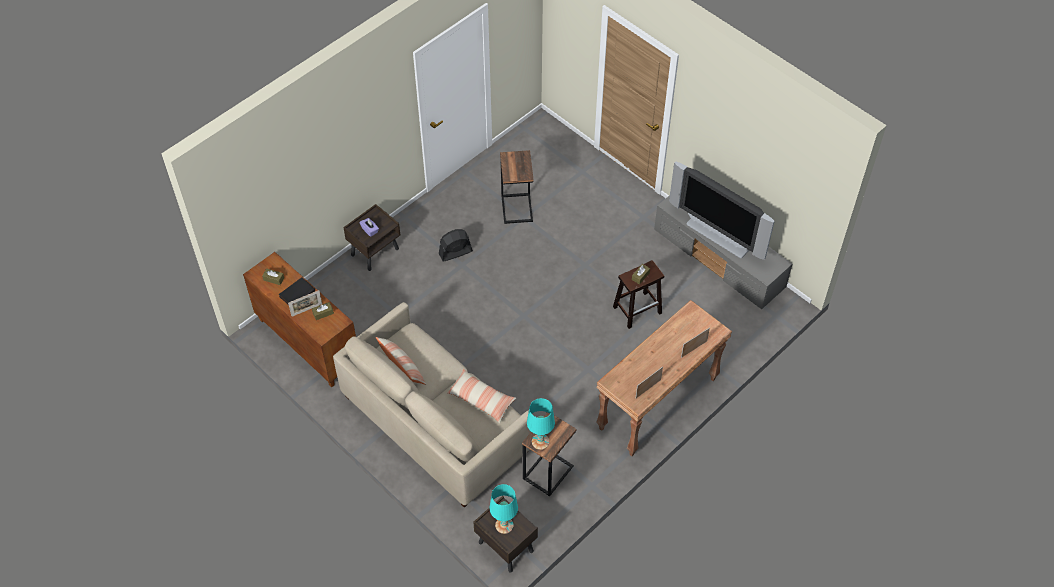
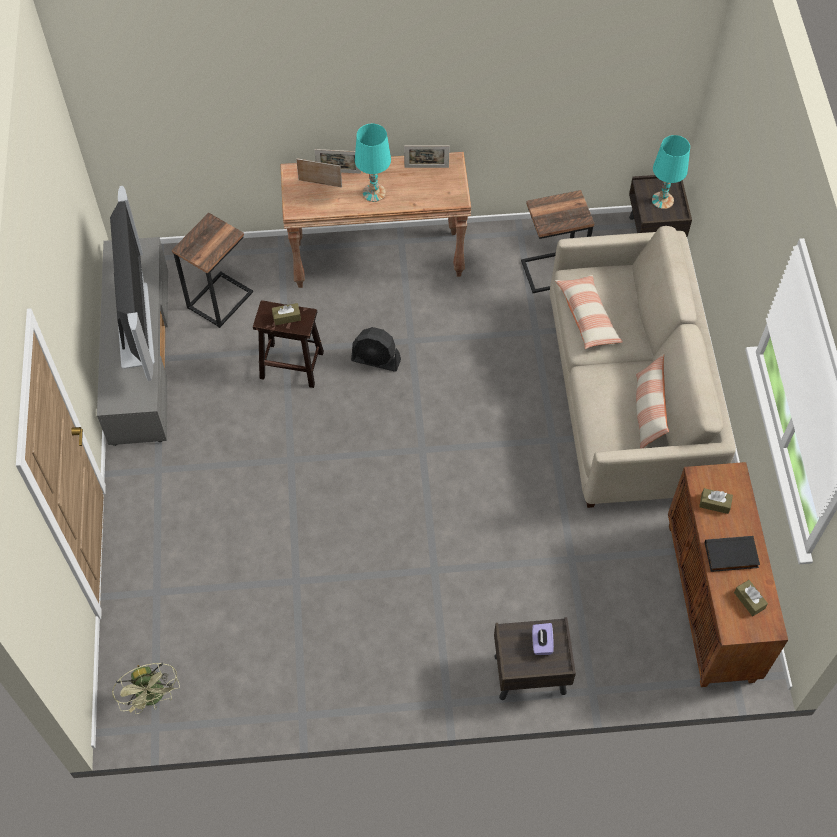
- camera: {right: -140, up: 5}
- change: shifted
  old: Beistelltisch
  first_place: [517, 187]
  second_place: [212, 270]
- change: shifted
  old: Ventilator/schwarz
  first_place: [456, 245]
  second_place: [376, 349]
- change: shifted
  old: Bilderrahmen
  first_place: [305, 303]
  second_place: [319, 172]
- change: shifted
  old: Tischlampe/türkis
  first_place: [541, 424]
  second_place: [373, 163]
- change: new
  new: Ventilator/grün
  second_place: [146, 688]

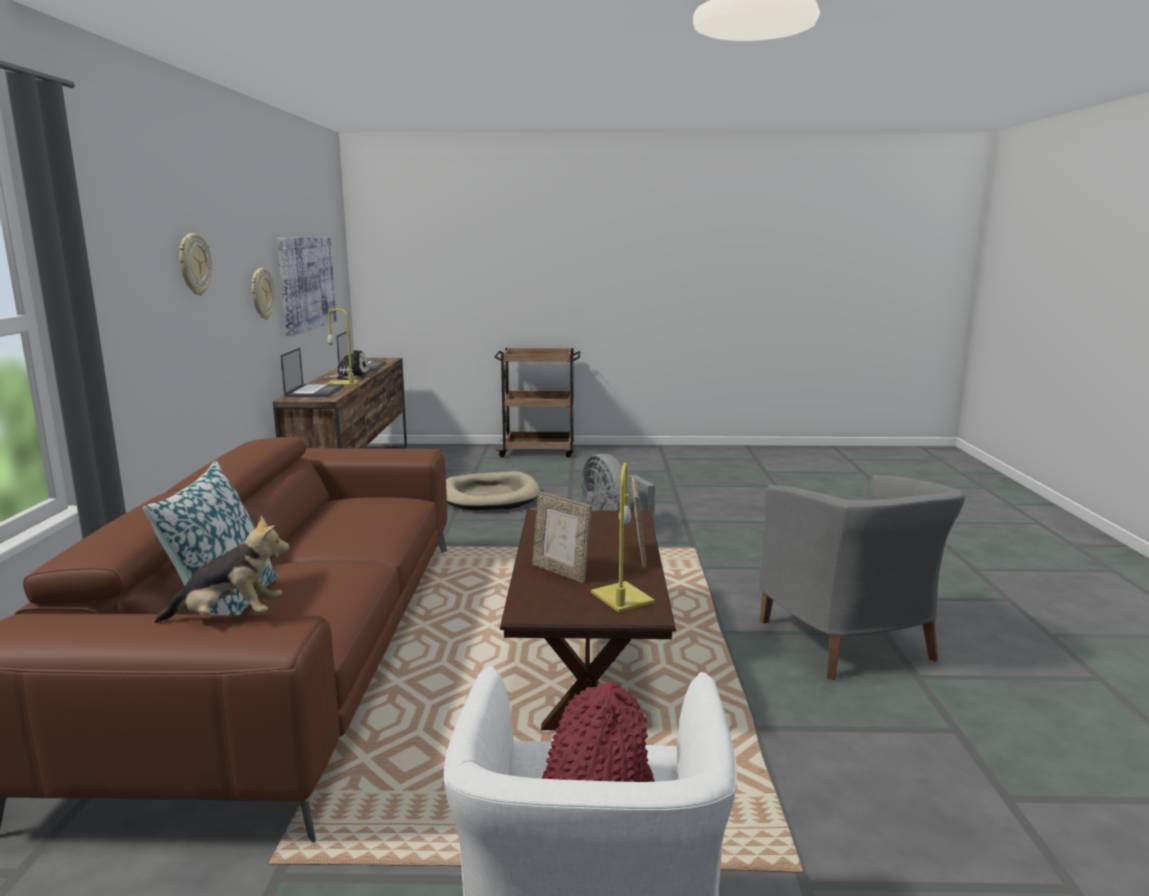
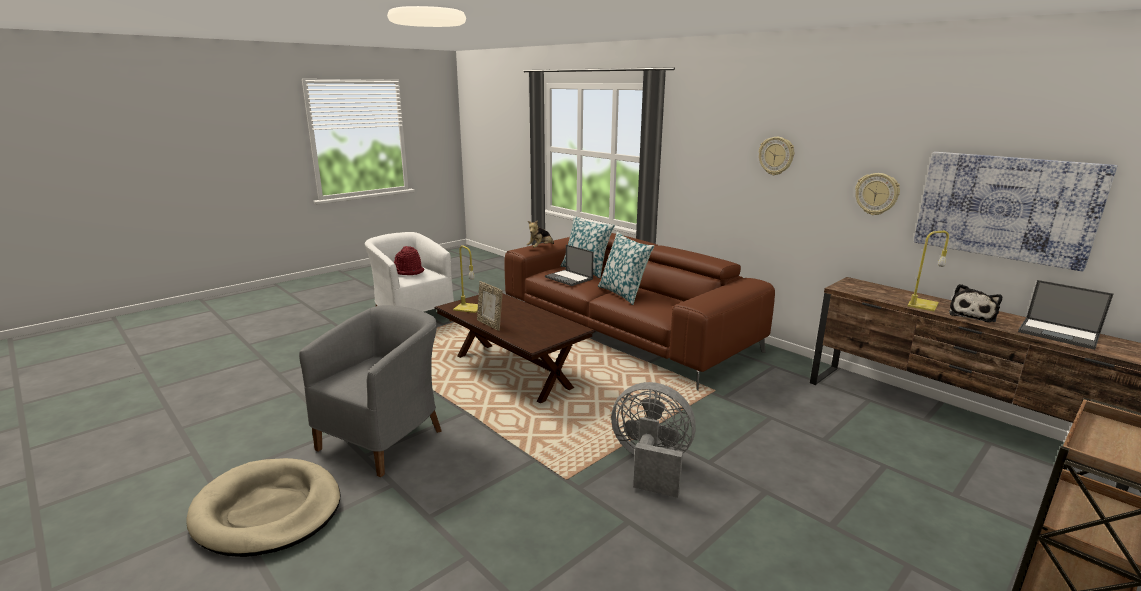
- camera: {right: 135, up: 5}
- change: shifted
  old: Laptop
  first_place: [312, 372]
  second_place: [569, 265]
- change: shifted
  old: Hundebett/beige
  first_place: [493, 491]
  second_place: [263, 507]
- change: rotated
  old: Sessel/grau
  first_place: [862, 577]
  second_place: [370, 391]
  degrees: 90
- change: gone
  old: Bilderrahmen
  first_place: [562, 537]
- change: new
  new: Kissen
  second_place: [626, 268]

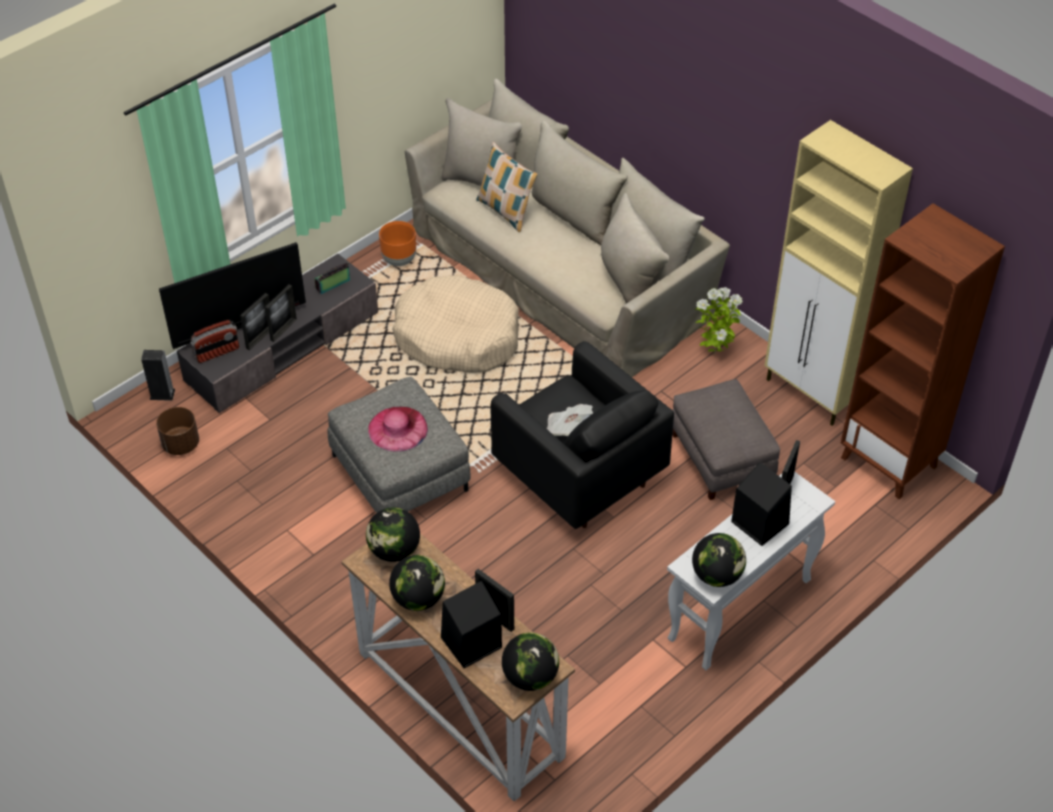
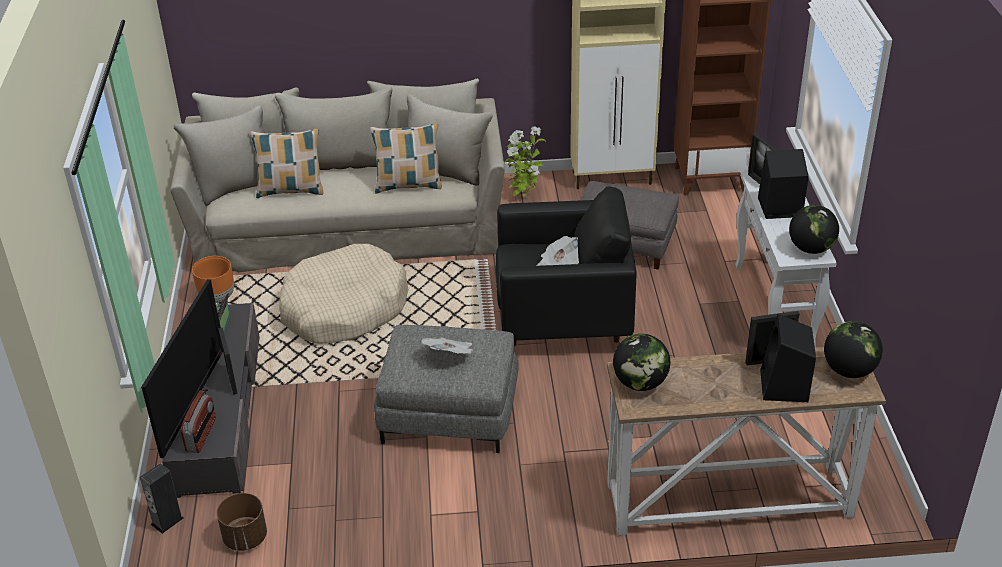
- camera: {right: -50, up: -10}
- change: gone
  old: Bilderrahmen
  first_place: [255, 321]
- change: swapped
  old: Hut/rosa
  new: Zeitung
  first_place: [398, 429]
  second_place: [447, 345]
- change: gone
  old: Globus
  first_place: [417, 583]
- change: new
  new: Kissen
  second_place: [406, 158]

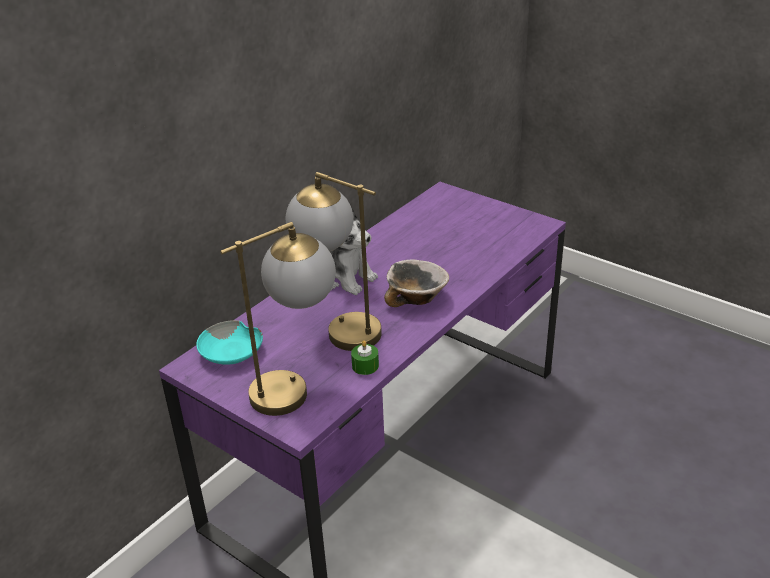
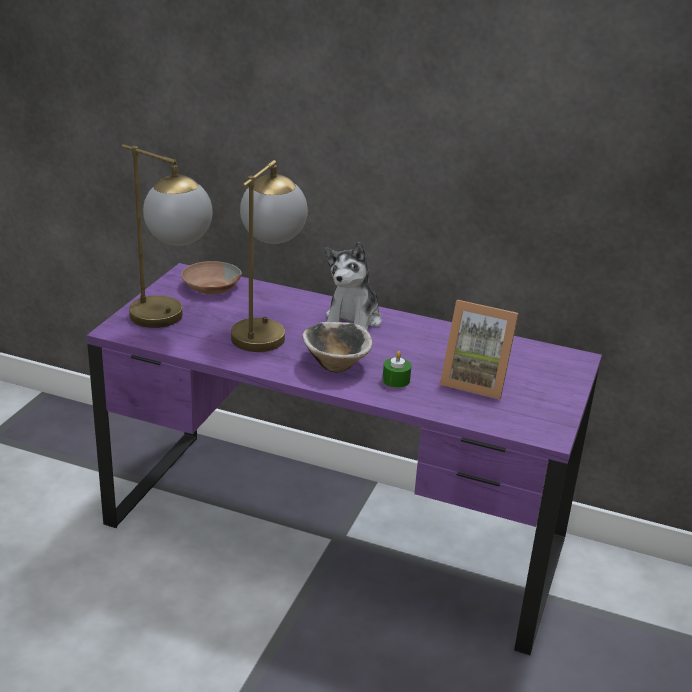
- camera: {right: 70, up: -5}
- change: repainted
  old: Schüssel/türkis
  new: Schüssel/braun
  first_place: [229, 342]
  second_place: [211, 277]
- change: shifted
  old: Kerze/grün
  first_place: [365, 357]
  second_place: [396, 369]
- change: new
  new: Bilderrahmen
  second_place: [479, 350]

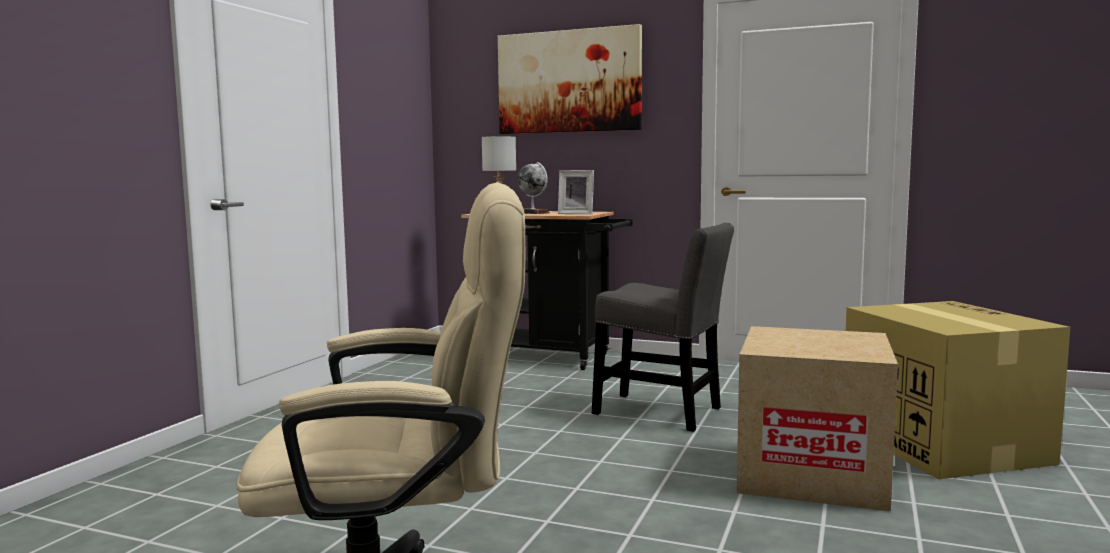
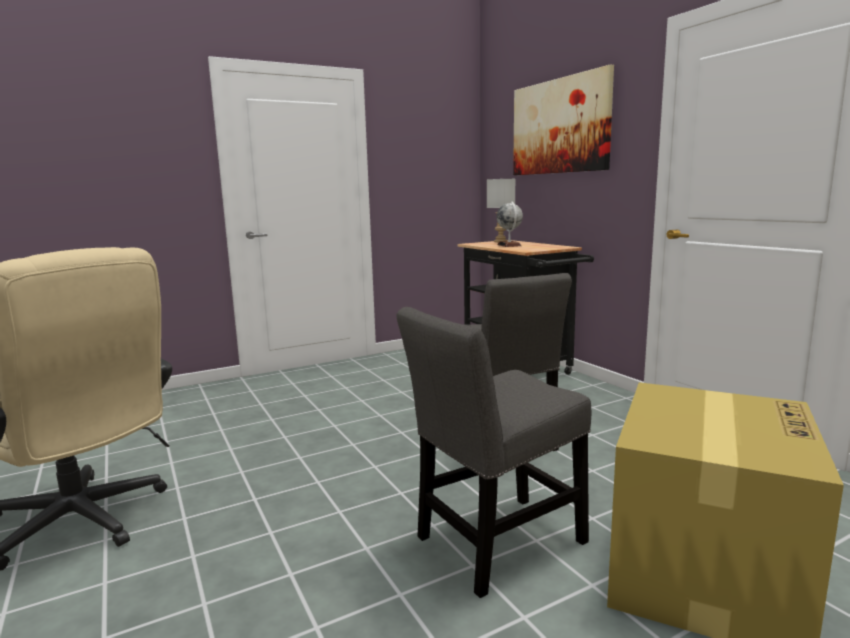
- camera: {right: 40, up: 5}
- change: gone
  old: Bilderrahmen
  first_place: [576, 192]
- change: swapped
  old: Karton
  new: Stuhl/grau
  first_place: [817, 418]
  second_place: [494, 452]

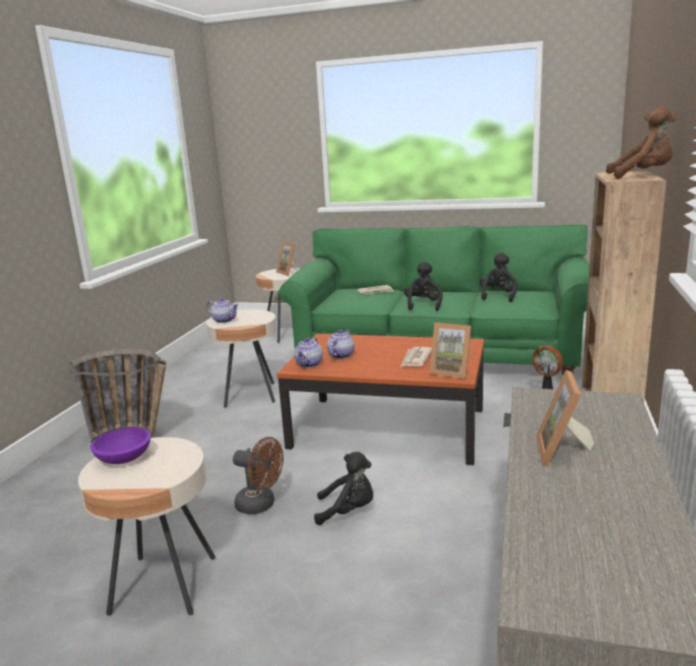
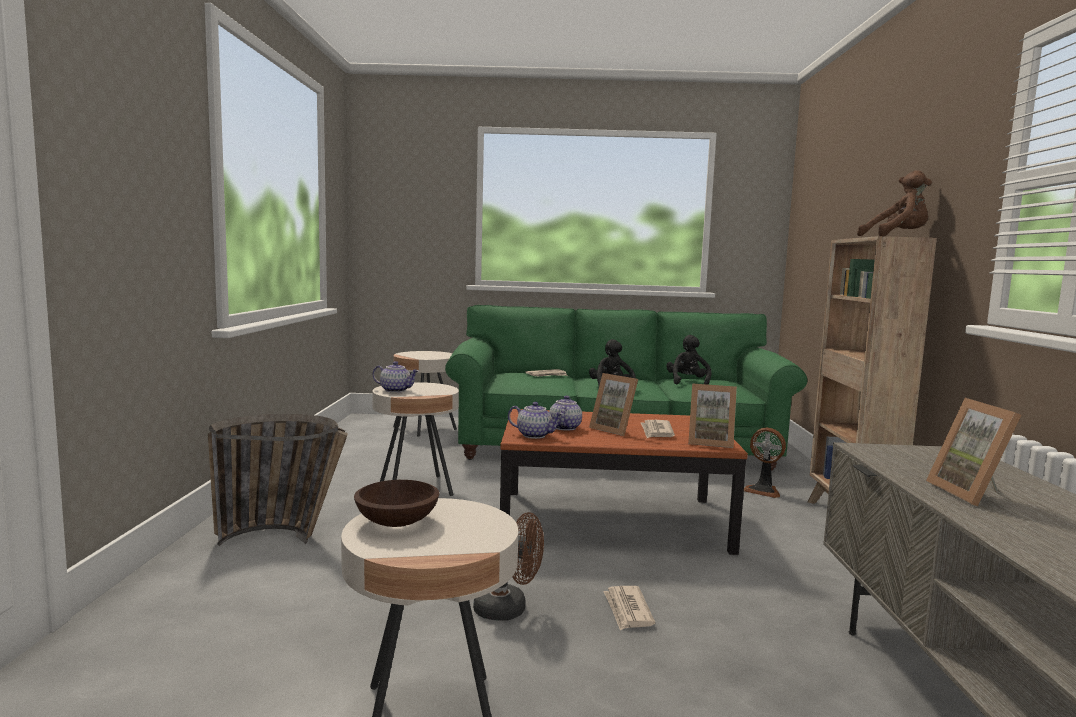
- camera: {right: -15, up: -10}
- change: shifted
  old: Bilderrahmen
  first_place: [286, 258]
  second_place: [613, 404]
- change: rotated
  old: Teekanne
  first_place: [308, 352]
  second_place: [535, 420]
  degrees: -75
- change: repainted
  old: Schüssel/lila
  new: Schüssel/braun
  first_place: [120, 445]
  second_place: [396, 503]
- change: swapped
  old: Plüschtier/schwarz
  new: Zeitung
  first_place: [343, 488]
  second_place: [629, 608]

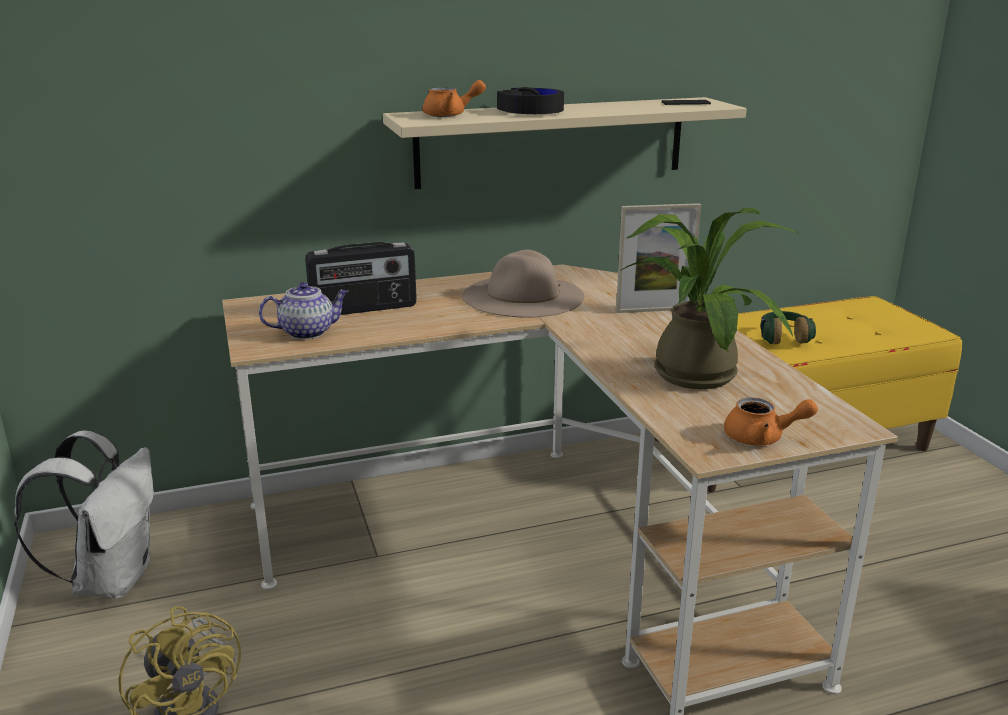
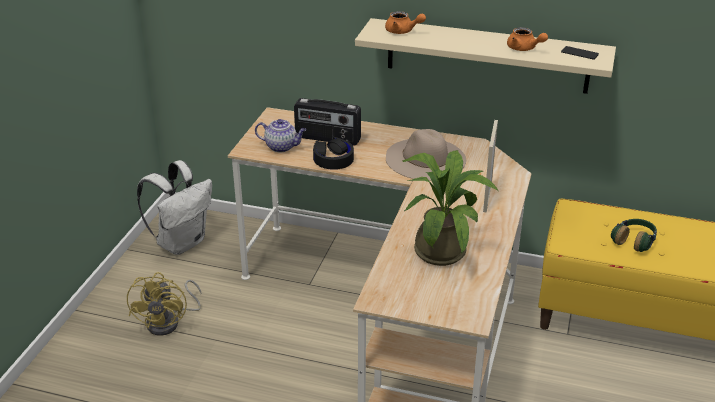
- camera: {right: 35, up: 10}
- change: shifted
  old: Kopfhörer/schwarz
  first_place: [530, 100]
  second_place: [333, 153]
- change: rotated
  old: Bilderrahmen
  first_place: [658, 258]
  second_place: [490, 166]
  degrees: 75
- change: shifted
  old: Teekanne/orange
  first_place: [771, 421]
  second_place: [527, 39]

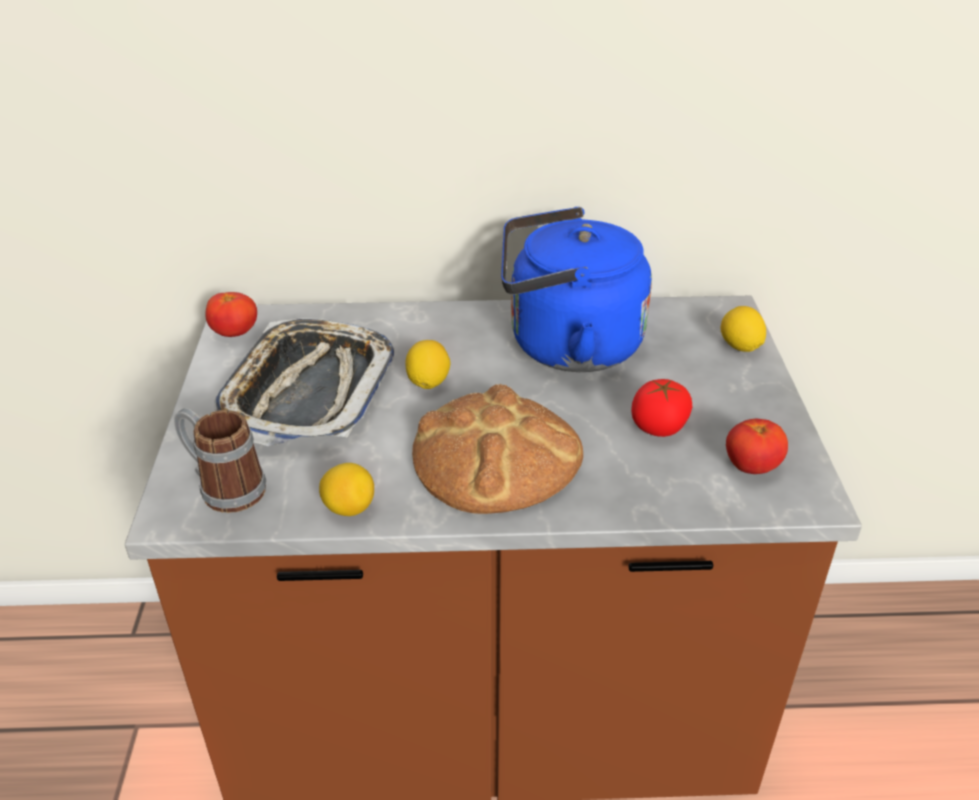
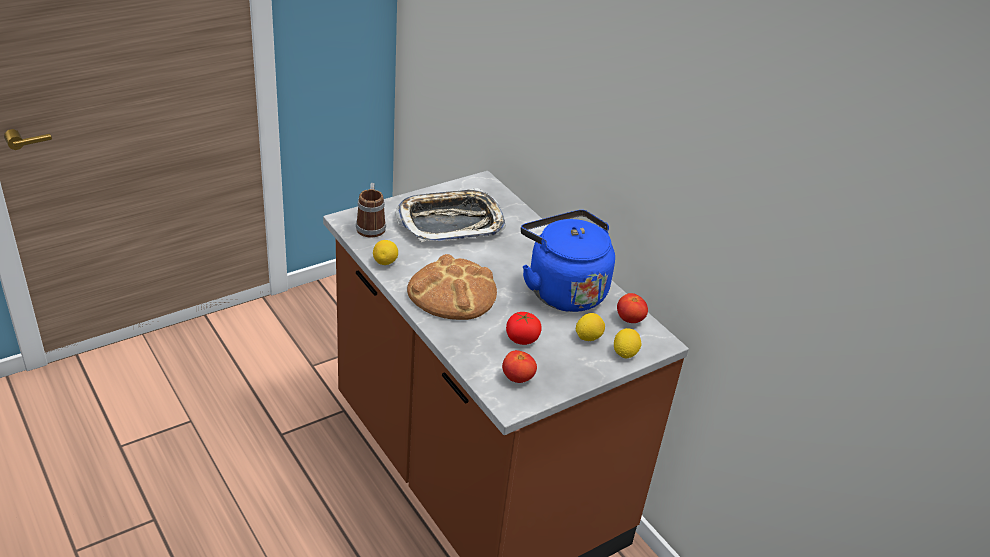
- camera: {right: 55, up: 0}
- change: shifted
  old: Tomate
  first_place: [231, 314]
  second_place: [632, 308]
- change: shifted
  old: Zitrone
  first_place: [427, 364]
  second_place: [590, 327]

